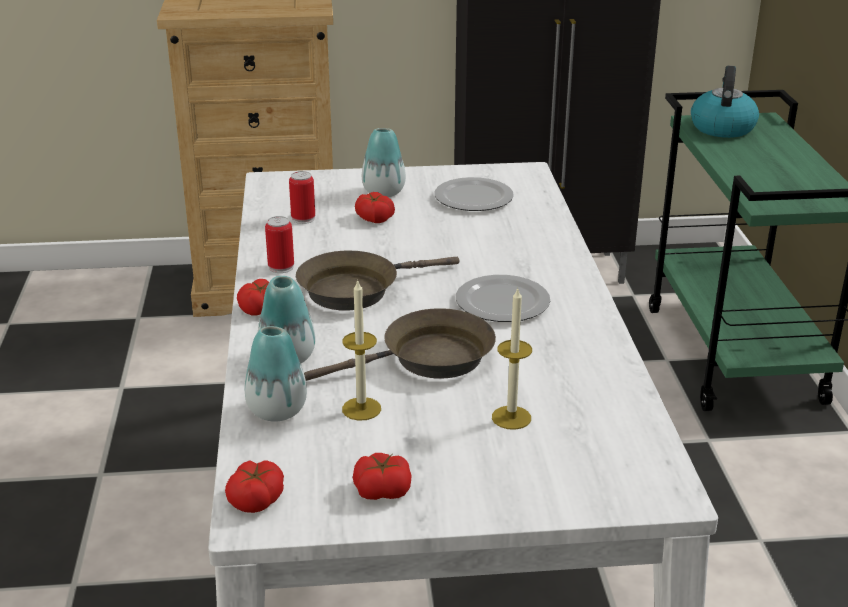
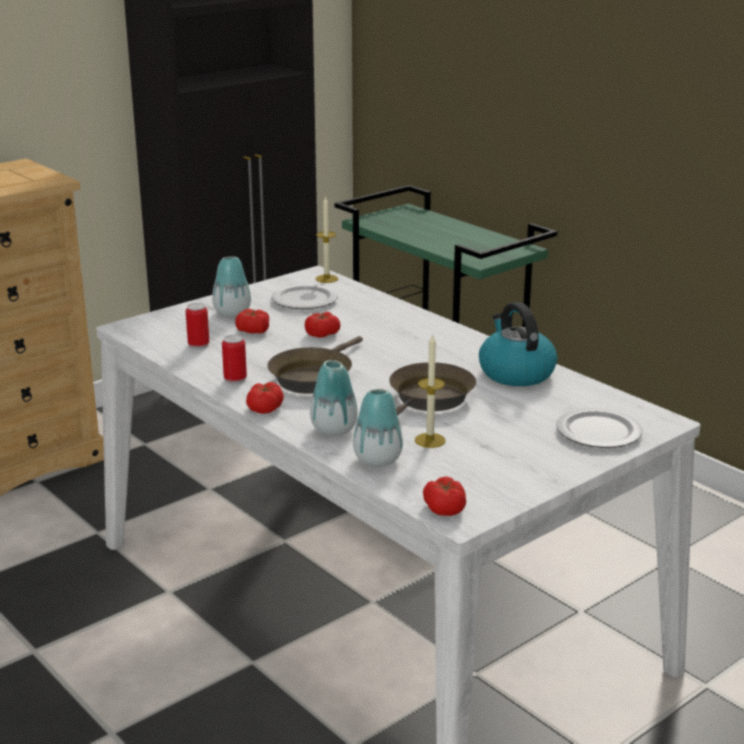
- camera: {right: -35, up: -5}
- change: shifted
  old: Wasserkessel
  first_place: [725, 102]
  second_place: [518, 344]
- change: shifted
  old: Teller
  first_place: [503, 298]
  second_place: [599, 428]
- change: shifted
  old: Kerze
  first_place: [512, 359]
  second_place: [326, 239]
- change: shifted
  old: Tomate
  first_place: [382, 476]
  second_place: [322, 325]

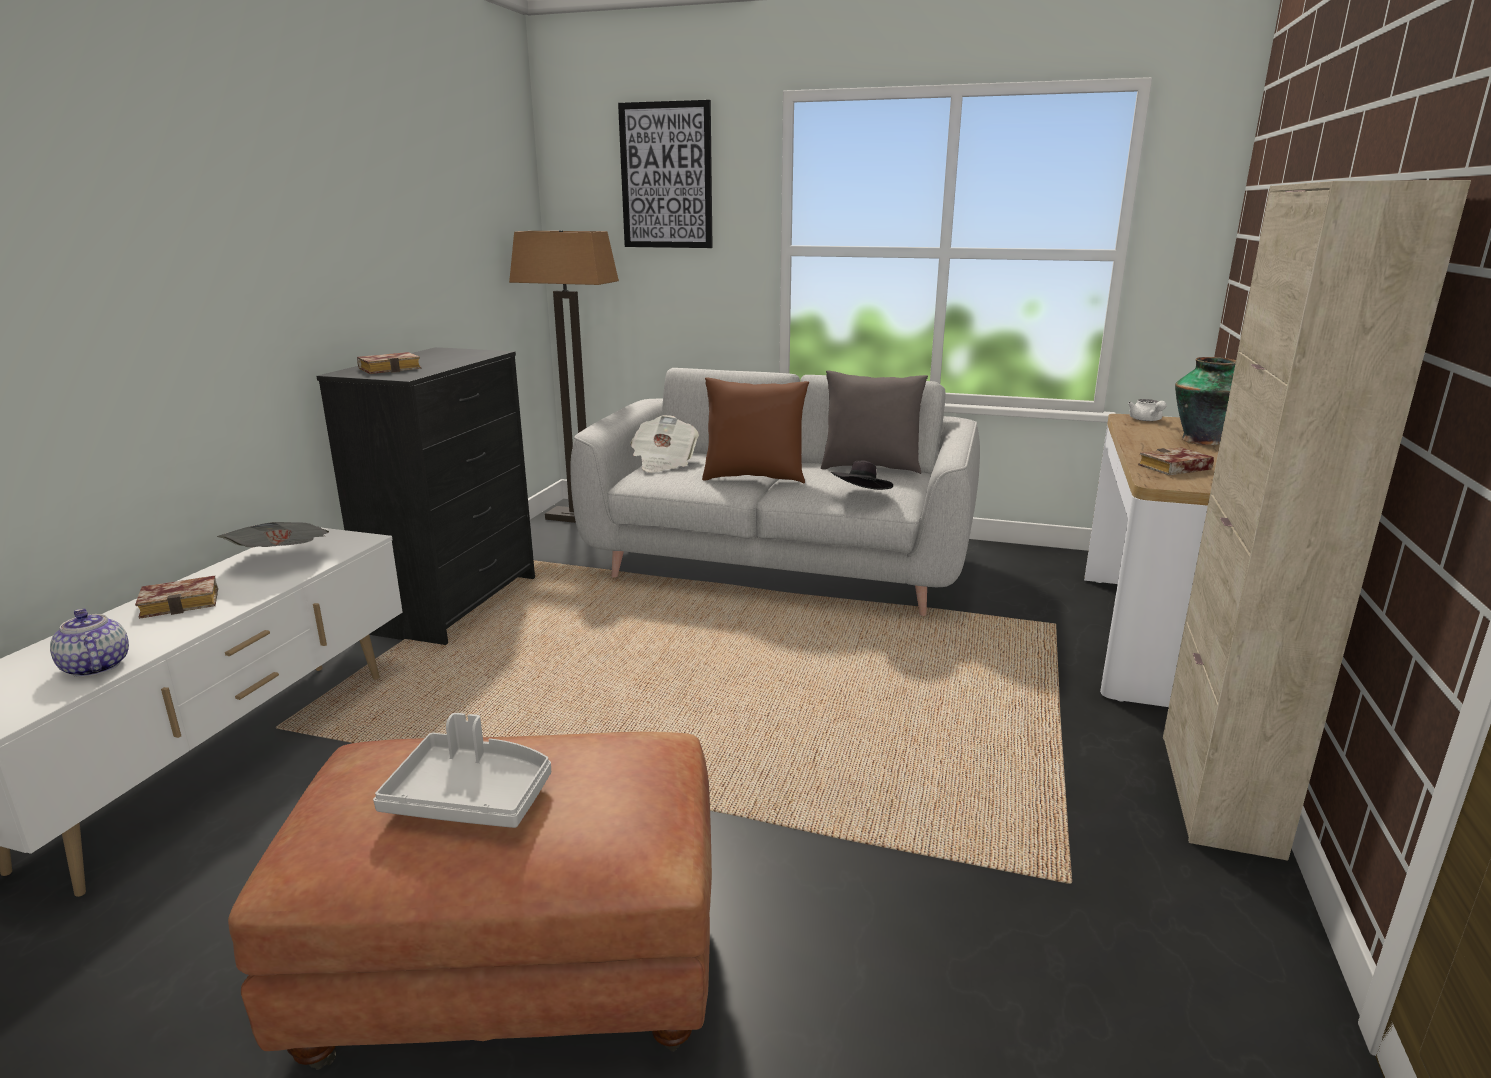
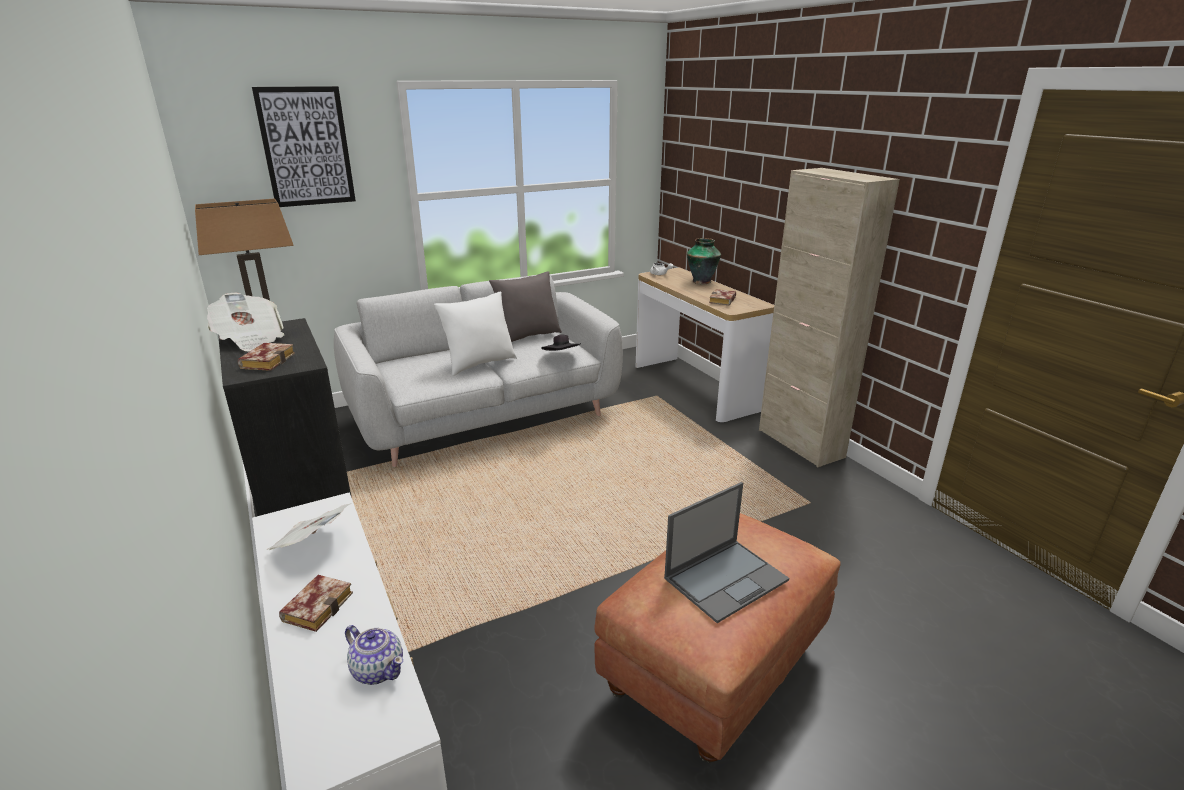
- camera: {right: -45, up: 5}
- change: repainted
  old: Kissen/braun
  new: Kissen/weiß
  first_place: [755, 430]
  second_place: [475, 334]
- change: shifted
  old: Zeitung
  first_place: [664, 443]
  second_place: [245, 322]
- change: rotated
  old: Teekanne
  first_place: [89, 642]
  second_place: [374, 655]
  degrees: -150
- change: swapped
  old: Tablett/grau
  new: Laptop
  first_place: [462, 770]
  second_place: [726, 552]

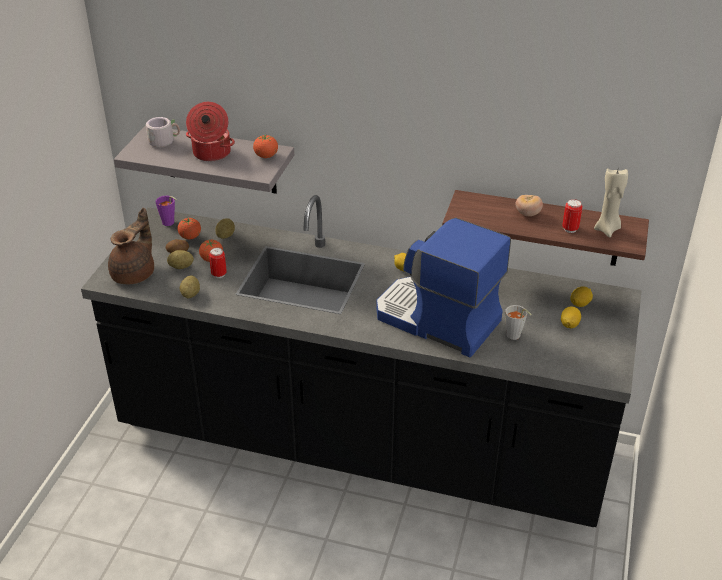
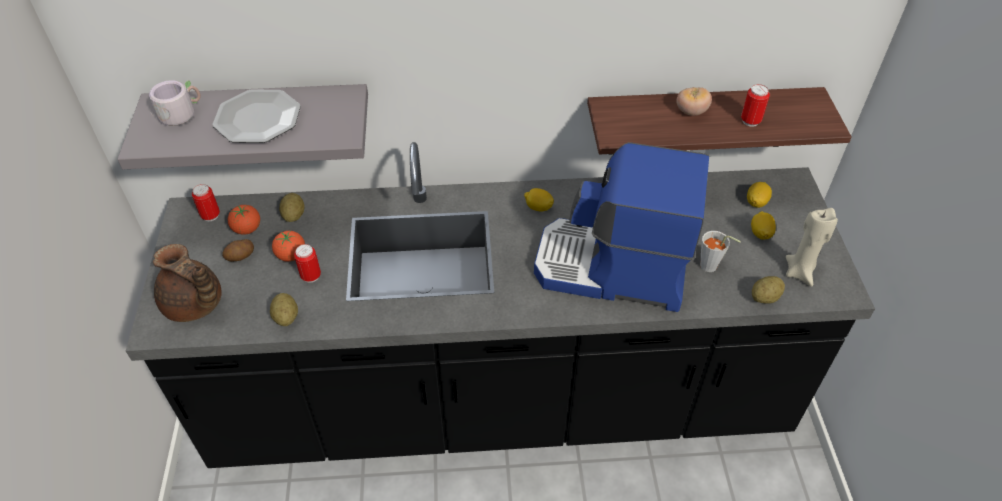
- camera: {right: -20, up: 10}
- change: swapped
  old: Kochtopf
  new: Teller
  first_place: [210, 131]
  second_place: [256, 116]
- change: gone
  old: Tomate
  first_place: [265, 146]
- change: shifted
  old: Kerze/beige
  first_place: [611, 201]
  second_place: [812, 247]
- change: swapped
  old: Tasse/lila
  new: Dose
  first_place: [166, 211]
  second_place: [206, 202]
- change: rotated
  old: Teekanne/braun
  first_place: [131, 246]
  second_place: [187, 283]
  degrees: 120
- change: shifted
  old: Kartoffel
  first_place: [180, 259]
  second_place: [768, 290]

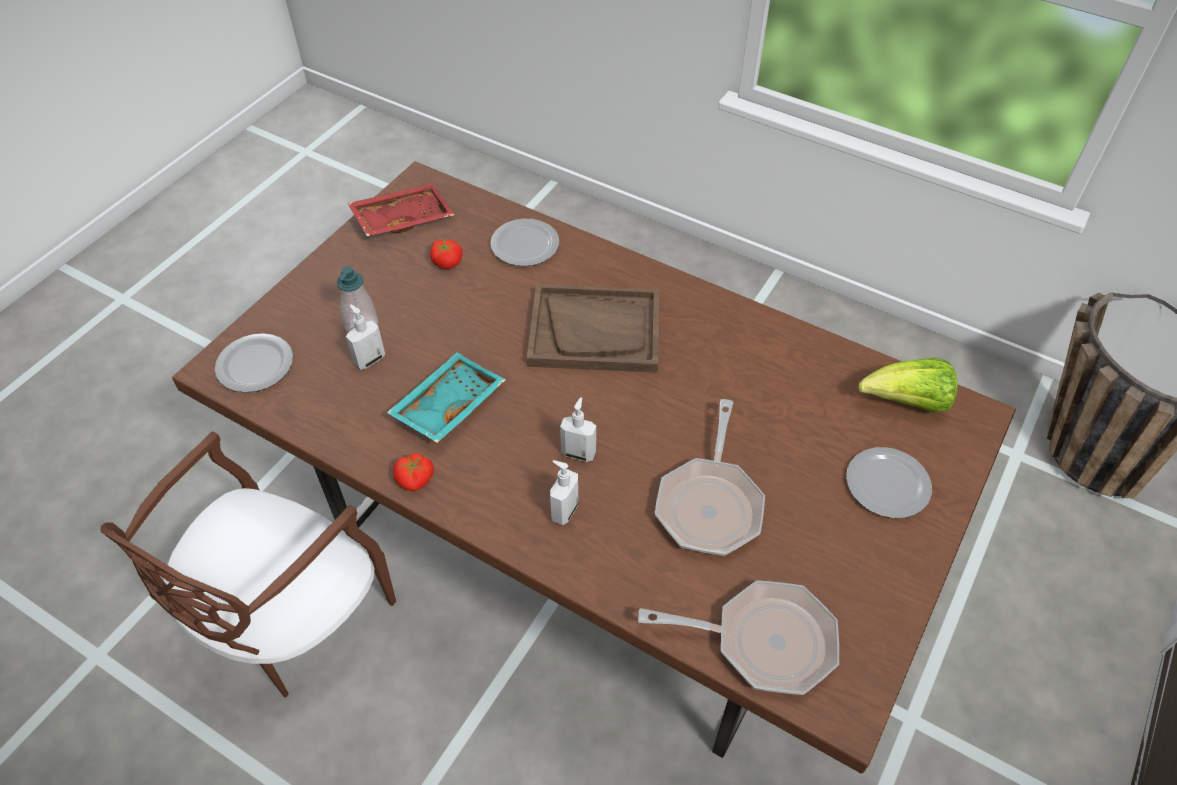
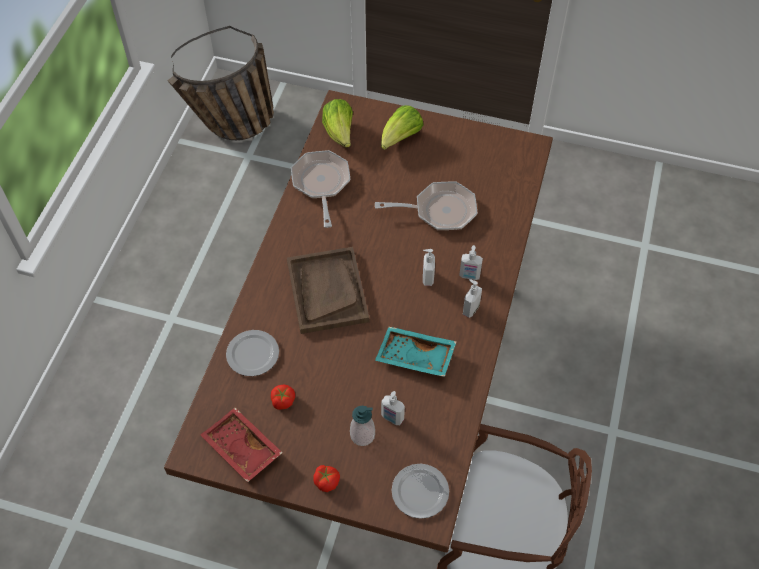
- camera: {right: -105, up: 5}
- change: swapped
  old: Teller
  new: Salatkopf
  first_place: [889, 482]
  second_place: [402, 127]
- change: shifted
  old: Tomate
  first_place: [413, 472]
  second_place: [326, 478]
- change: shifted
  old: Pfanne
  first_place: [738, 637]
  second_place: [320, 189]
- change: new
  new: Seifenspender
  second_place: [472, 298]

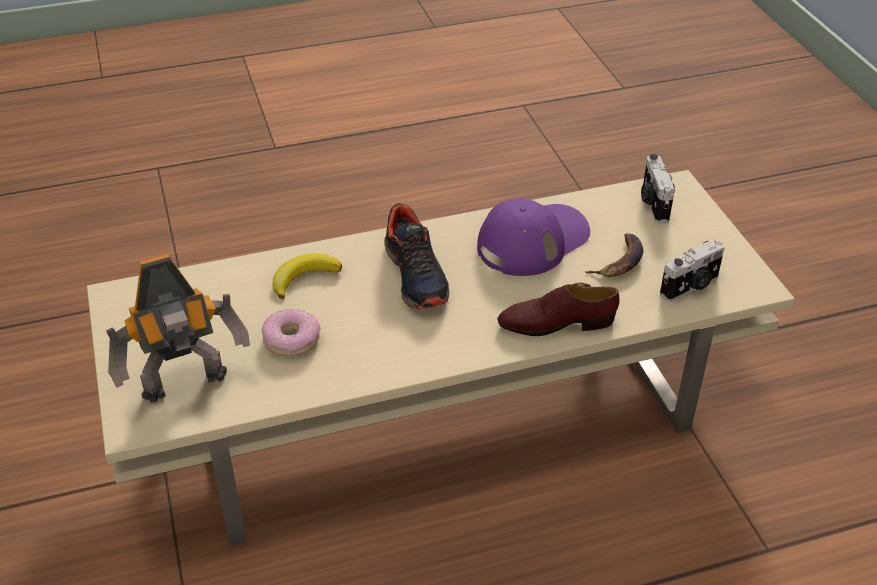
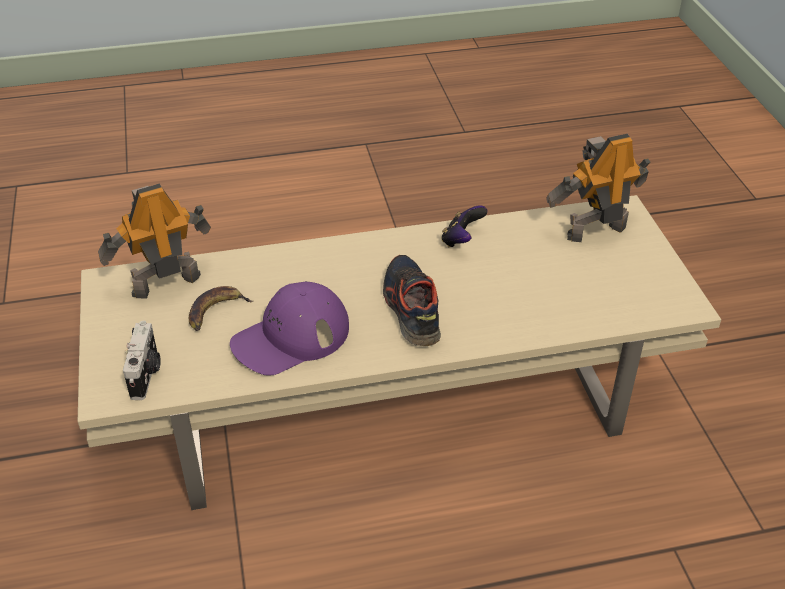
- camera: {right: -175, up: 0}
- change: swapped
  old: Kamera
  new: Spielzeugroboter
  first_place: [692, 270]
  second_place: [154, 241]
- change: gone
  old: Banane
  first_place: [307, 276]
- change: gone
  old: Schuh/braun
  first_place: [558, 309]
- change: gone
  old: Donut
  first_place: [291, 333]
- change: new
  new: Gamepad
  second_place: [464, 226]

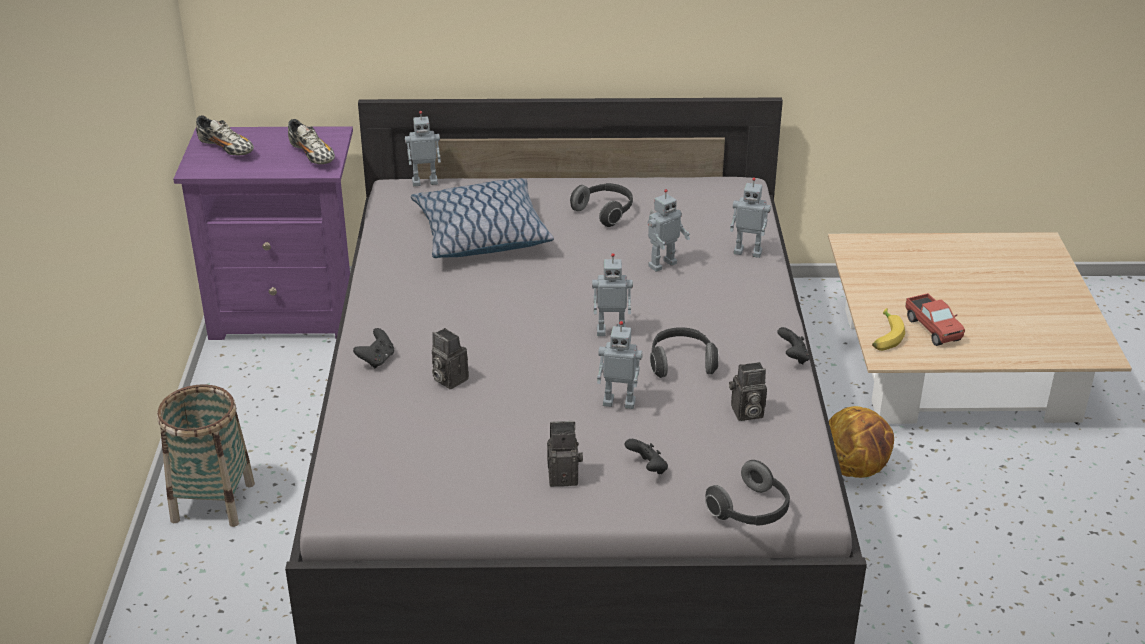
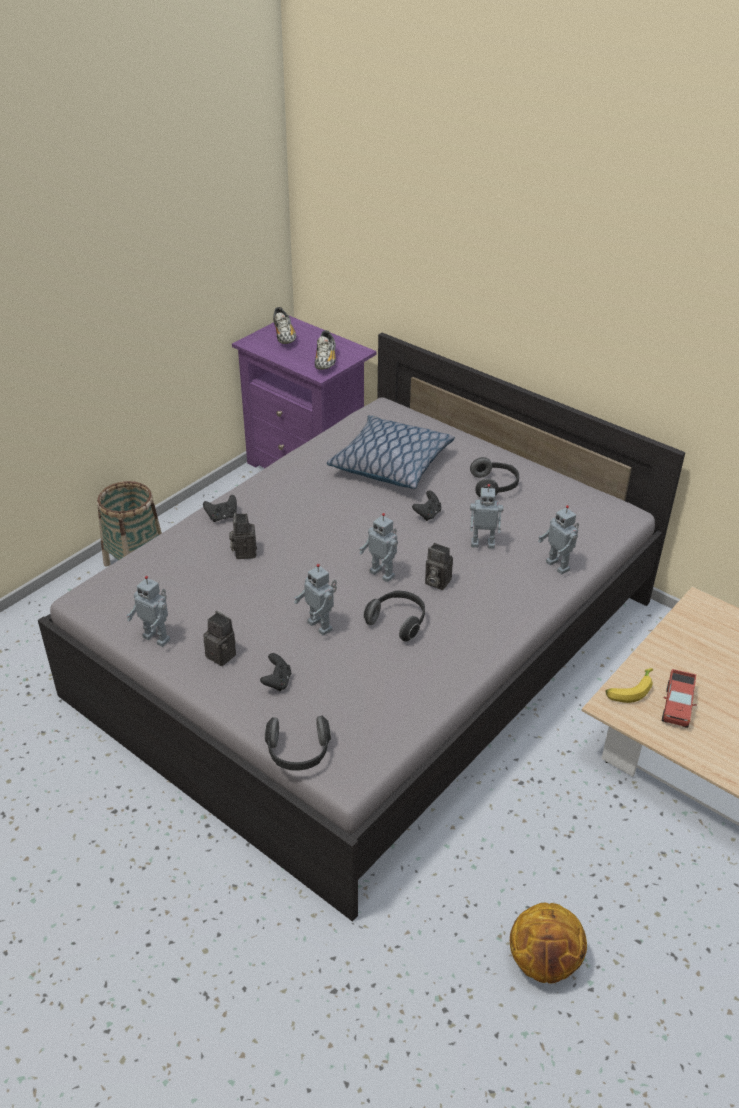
- camera: {right: 40, up: 5}
- change: shifted
  old: Spielzeugroboter
  first_place: [423, 148]
  second_place: [148, 611]
- change: shifted
  old: Gamepad/schwarz
  first_place: [793, 345]
  second_place: [426, 505]
- change: shifted
  old: Kamera
  first_place: [748, 391]
  second_place: [439, 566]
- change: shifted
  old: Basketball
  first_place: [861, 442]
  second_place: [548, 943]

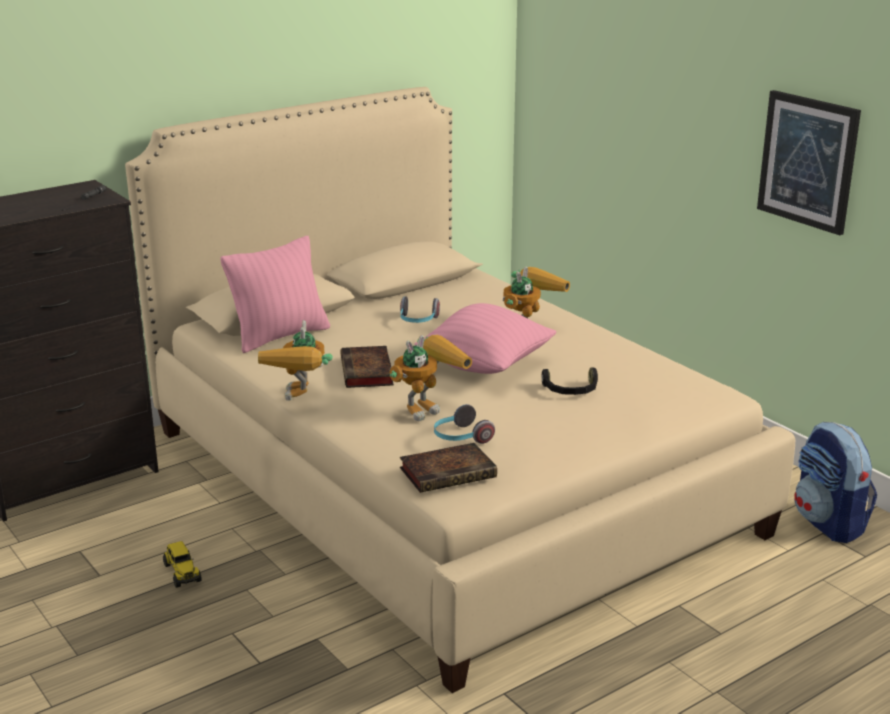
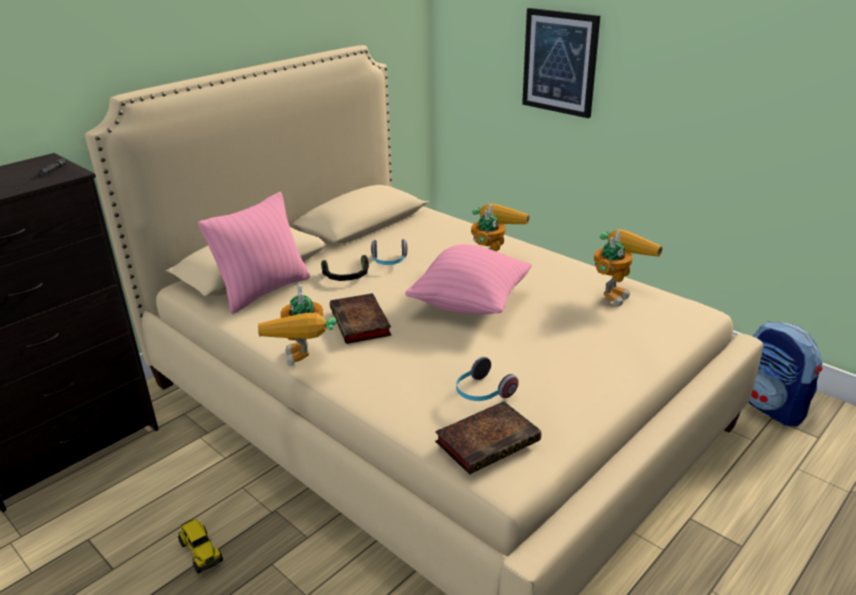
- camera: {right: -10, up: 5}
- change: shifted
  old: Bild
  first_place: [809, 162]
  second_place: [561, 63]
- change: shifted
  old: Spielzeugroboter
  first_place: [430, 377]
  second_place: [628, 267]
- change: shifted
  old: Kopfhörer/schwarz
  first_place: [570, 381]
  second_place: [345, 268]

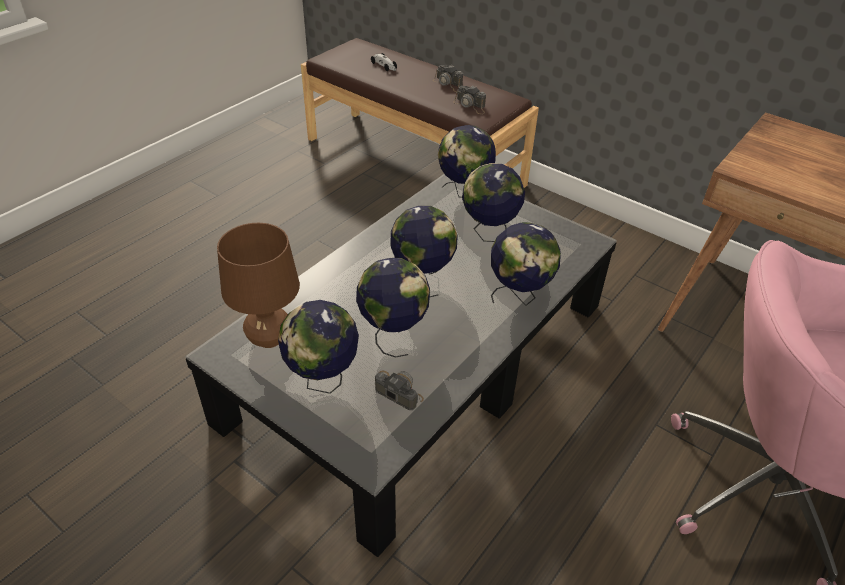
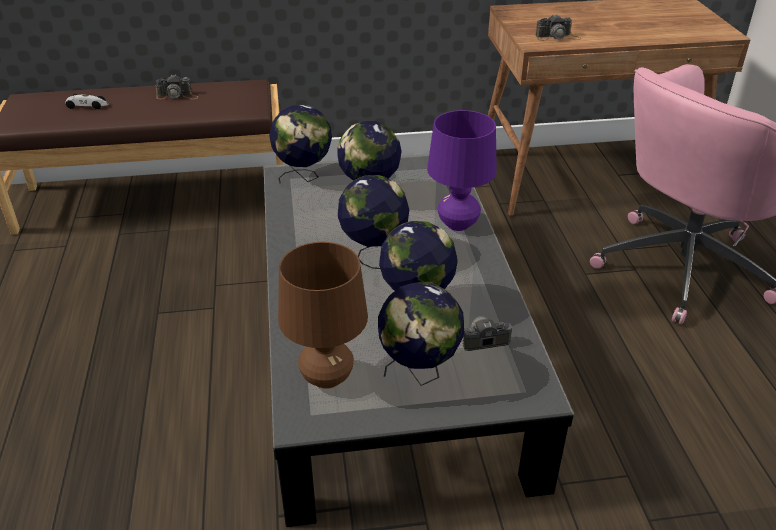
- camera: {right: -45, up: -5}
- change: shifted
  old: Kamera
  first_place: [469, 99]
  second_place: [559, 27]
- change: swapped
  old: Globus
  new: Tischlampe/lila
  first_place: [526, 264]
  second_place: [462, 170]

